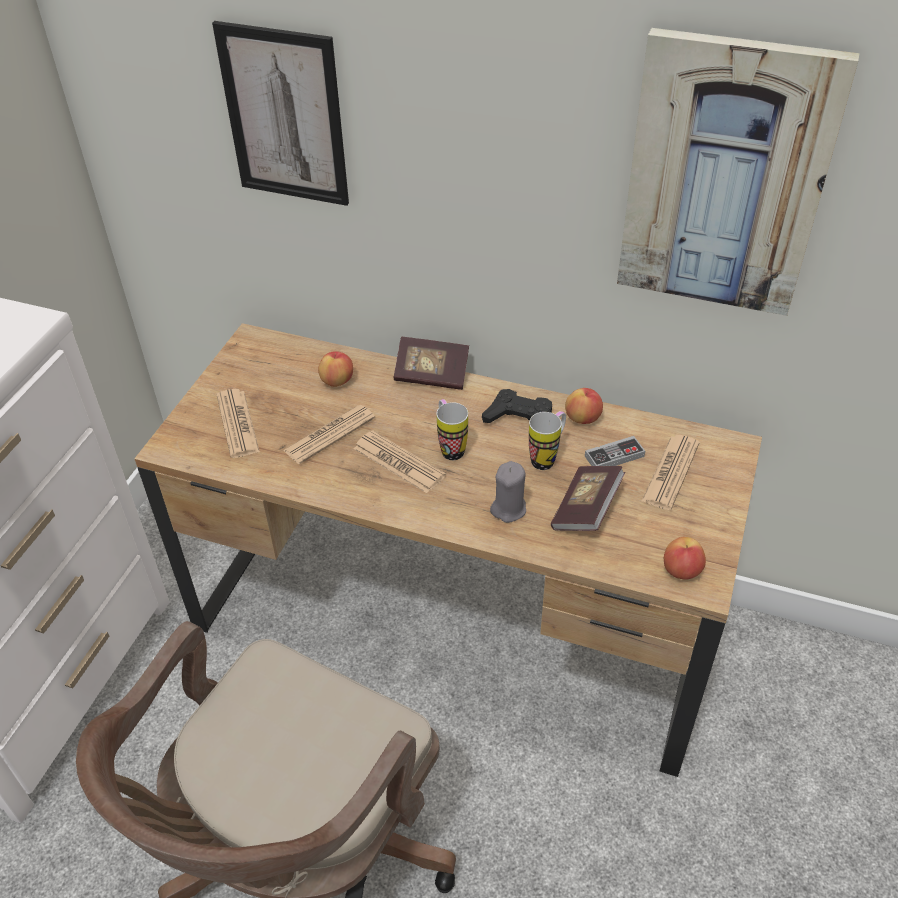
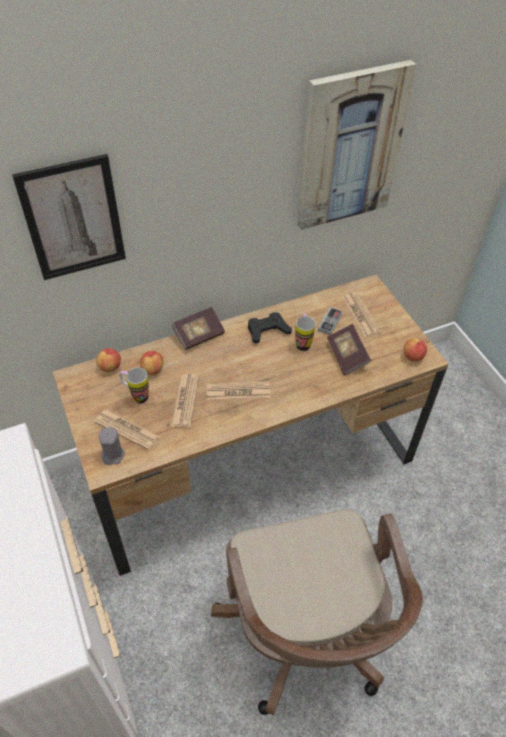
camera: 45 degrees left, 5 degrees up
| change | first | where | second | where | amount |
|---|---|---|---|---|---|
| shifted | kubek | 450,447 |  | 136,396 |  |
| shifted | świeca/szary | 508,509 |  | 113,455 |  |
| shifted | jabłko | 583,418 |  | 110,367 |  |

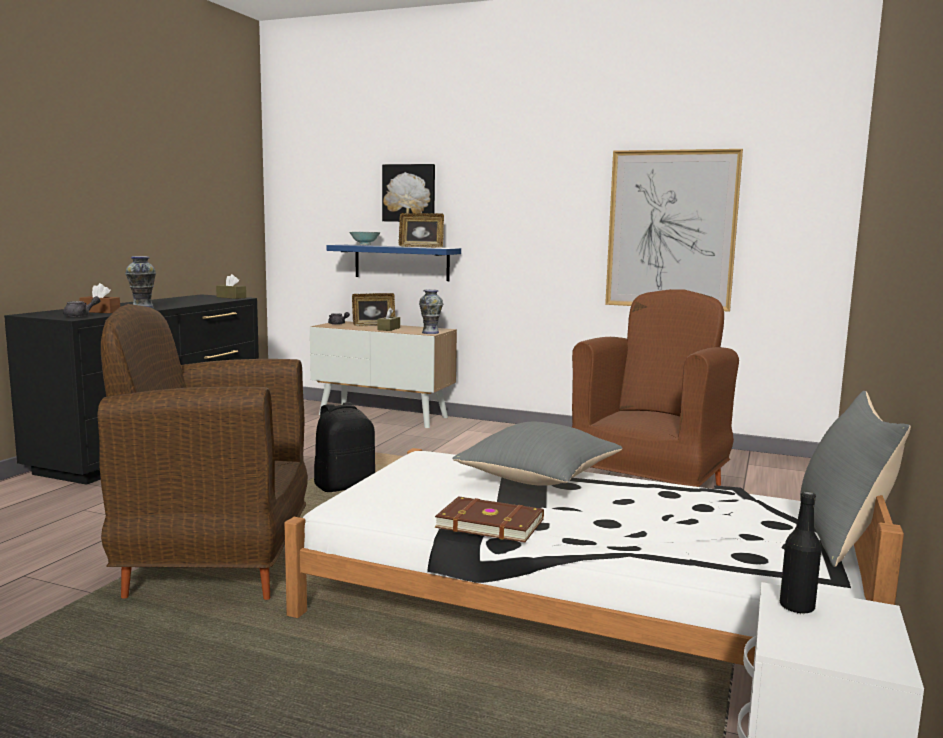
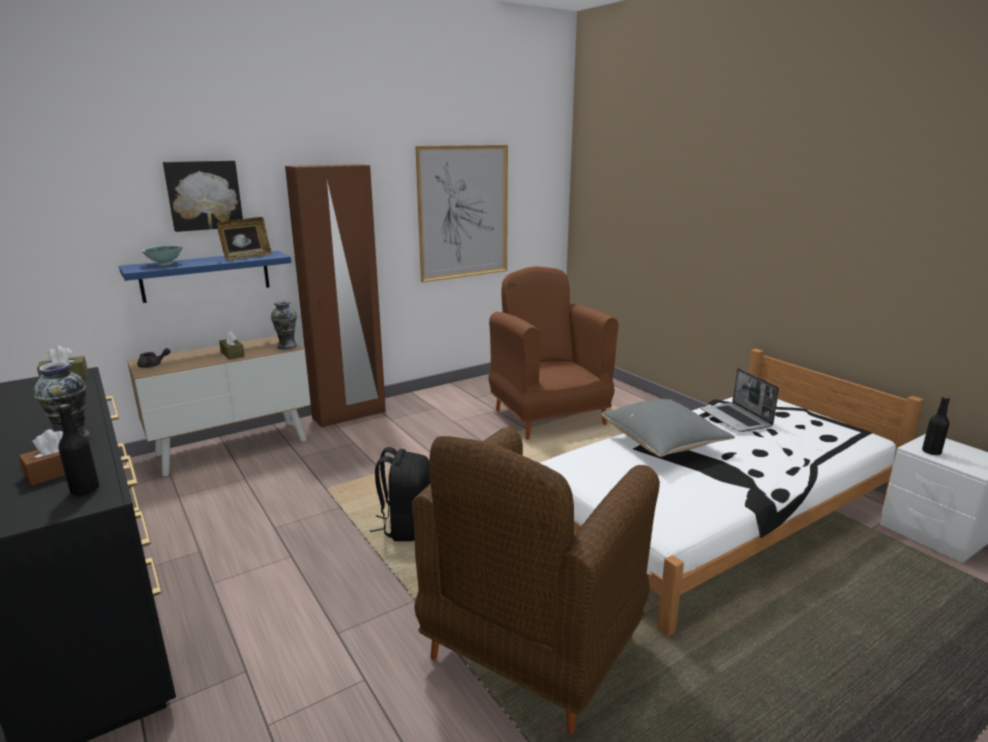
camera: 55 degrees left, 10 degrees up
| change | first | where | second | where | amount |
|---|---|---|---|---|---|
| gone | ramka na zdjęcie | 373,325 |  |  |  |
| gone | książka/brązowy | 490,523 |  |  |  |
| gone | poduszka/szary | 841,537 |  |  |  |
| new |  |  | szafa/brązowy | 349,415 |  |
| new |  |  | laptop | 736,419 |  |
| swapped | imbryk/szary | 81,316 | butelka/czarny | 85,490 |  |

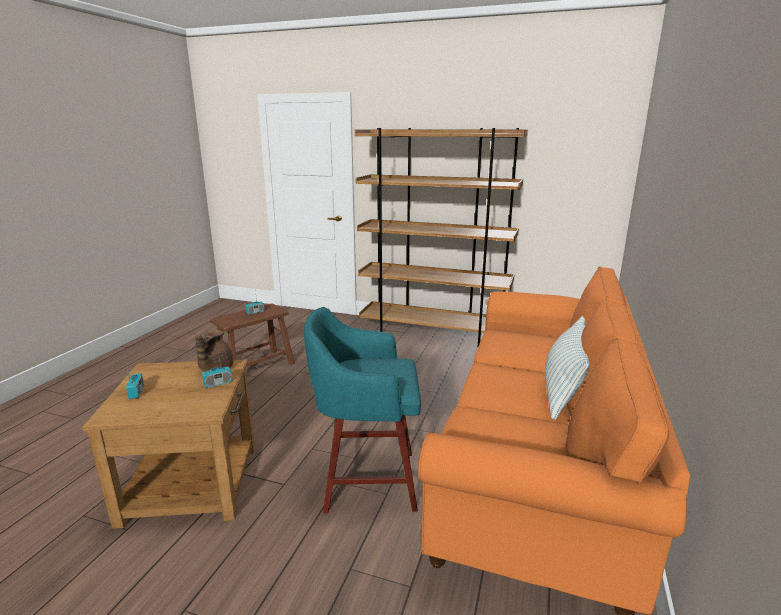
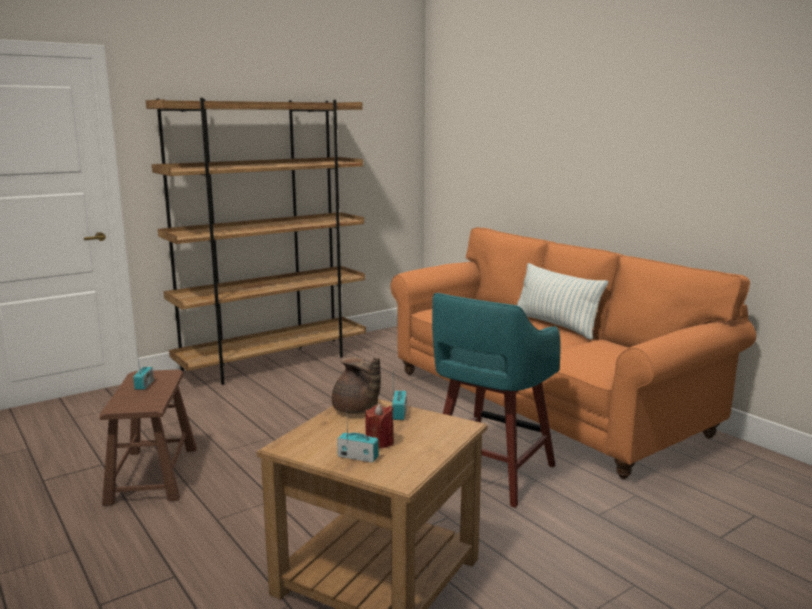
camera: 55 degrees left, 5 degrees down
| change | first | where | second | where | amount |
|---|---|---|---|---|---|
| new |  |  | świeca/czerwony | 379,442 |  |

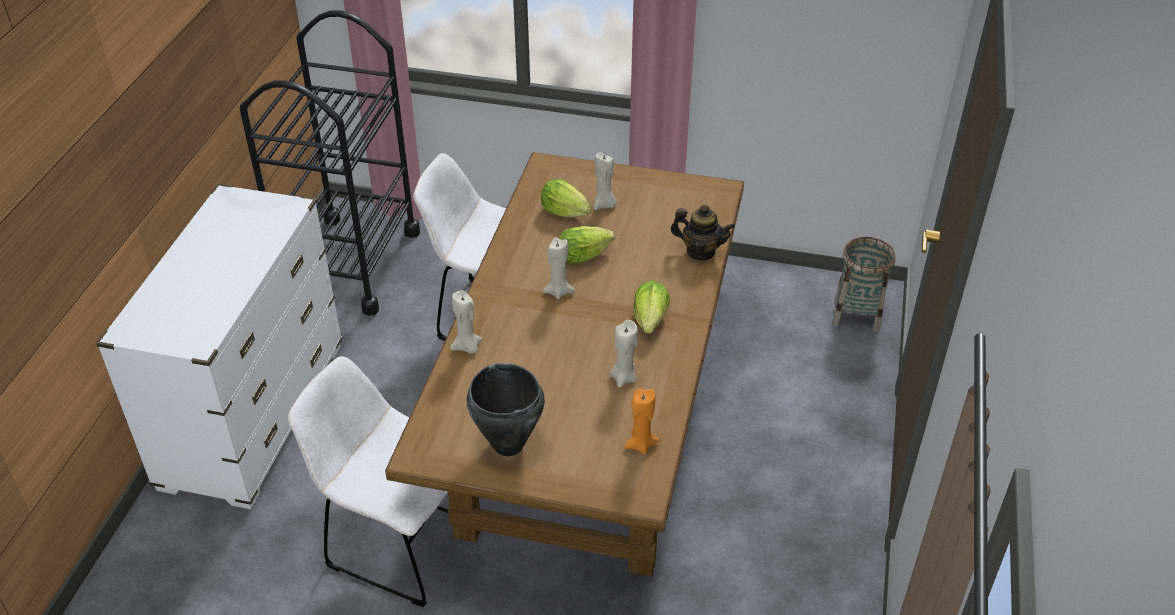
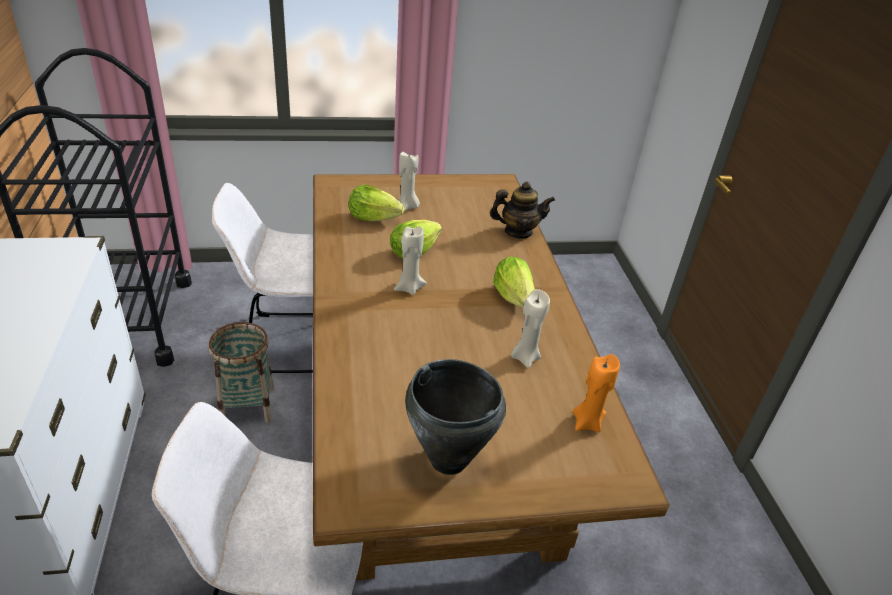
camera: 25 degrees left, 5 degrees down
| change | first | where | second | where | amount |
|---|---|---|---|---|---|
| gone | świeca/beżowy | 467,347 |  |  |  |
| shifted | koszyk | 857,314 |  | 247,405 |  |

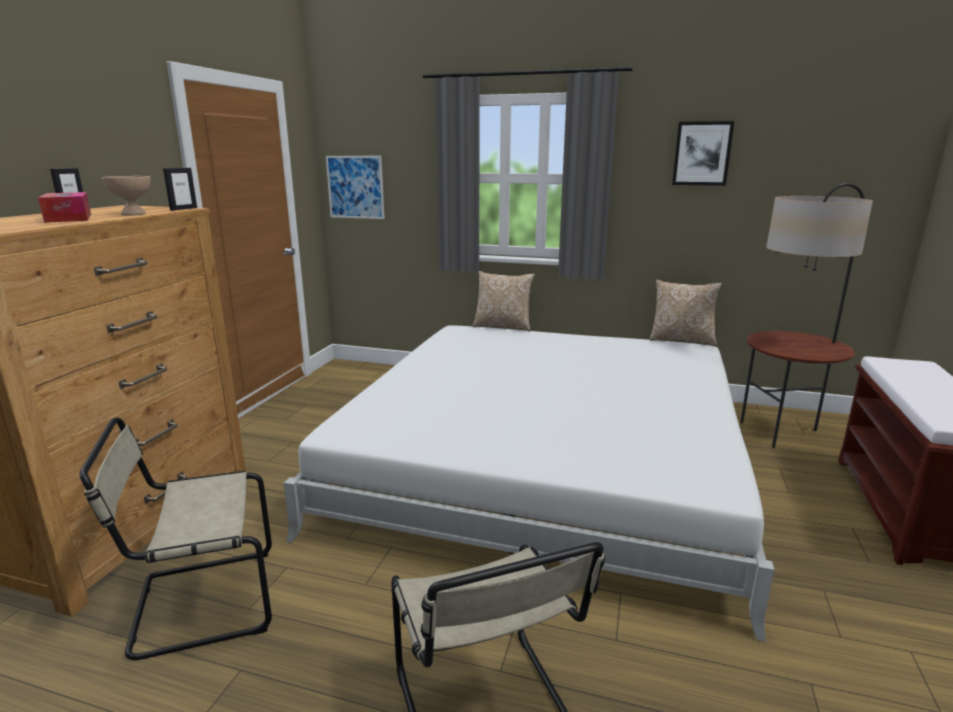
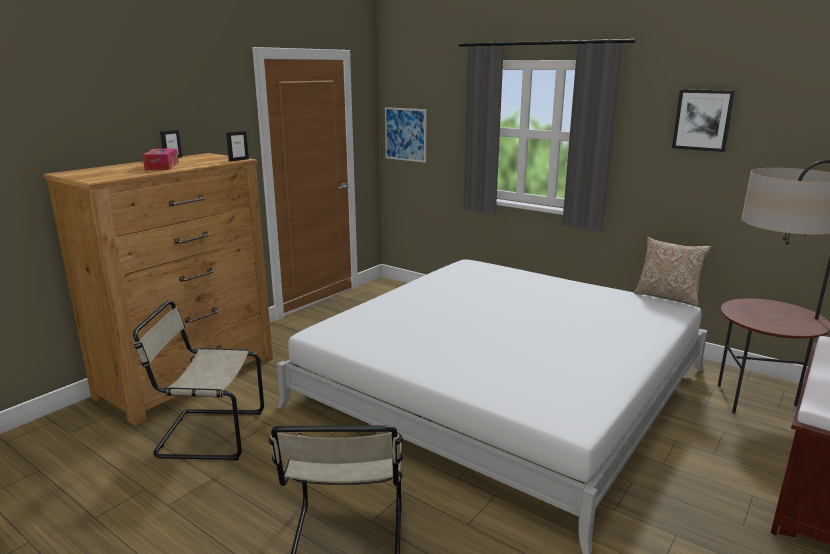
camera: 20 degrees right, 0 degrees up
| change | first | where | second | where | amount |
|---|---|---|---|---|---|
| gone | miska/beżowy | 133,214 |  |  |  |
| gone | poduszka | 503,326 |  |  |  |

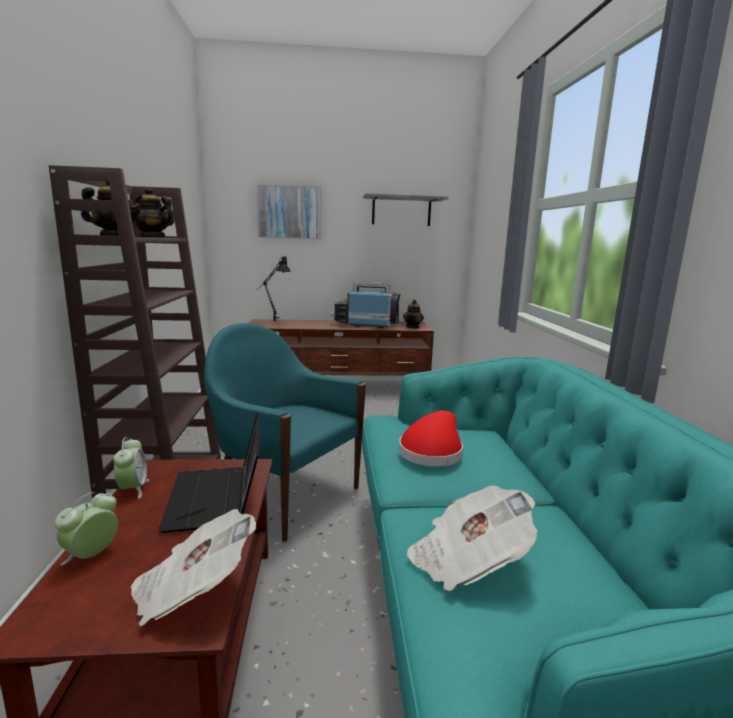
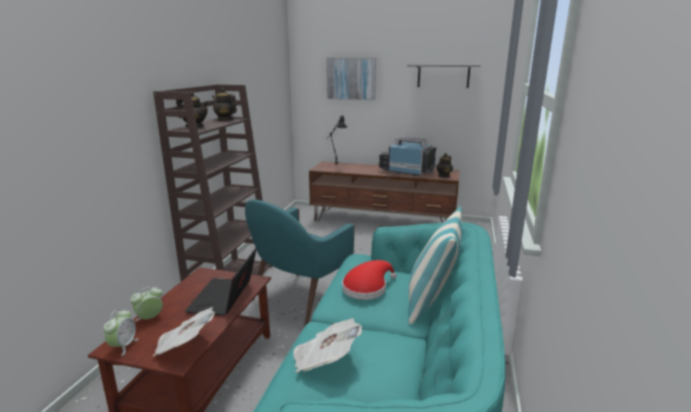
camera: 20 degrees right, 5 degrees up
| change | first | where | second | where | amount |
|---|---|---|---|---|---|
| new |  |  | poduszka | 431,300 |  |
| shifted | budzik | 133,489 |  | 123,346 |  |
| rotated | fotel/turkusowy | 284,495 |  | 299,299 | 105 degrees counterclockwise |

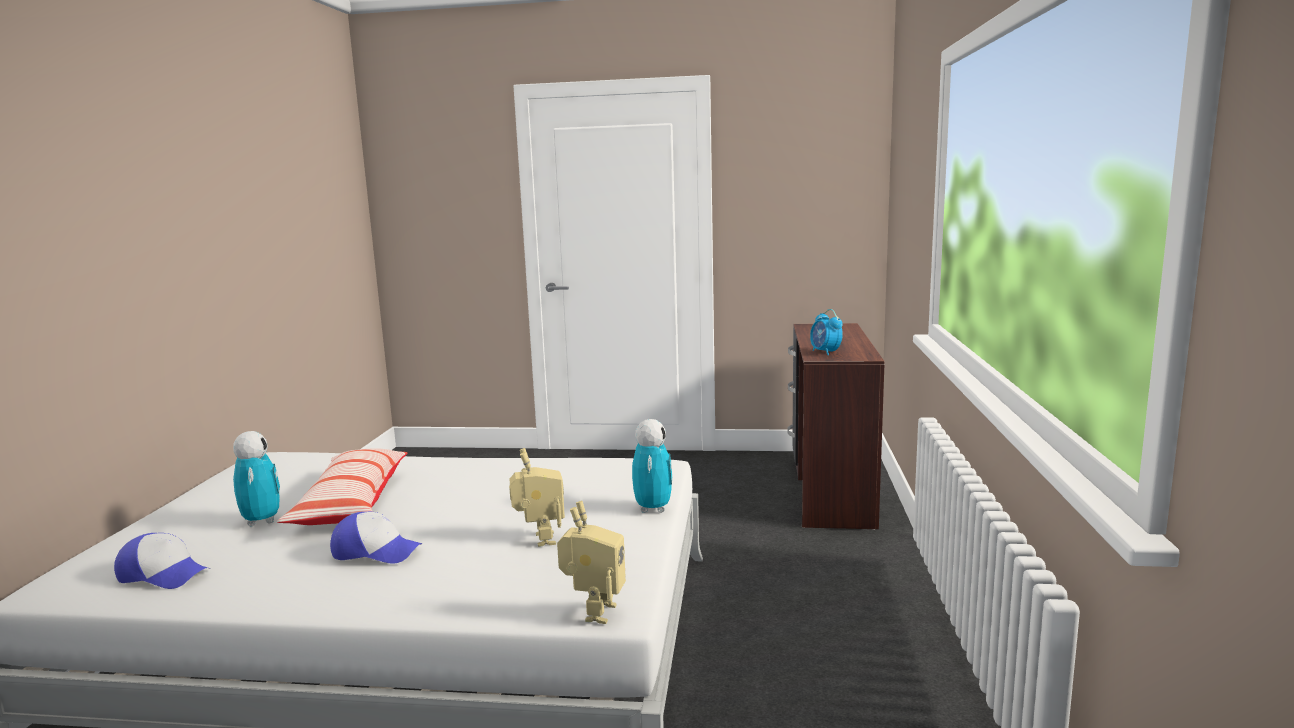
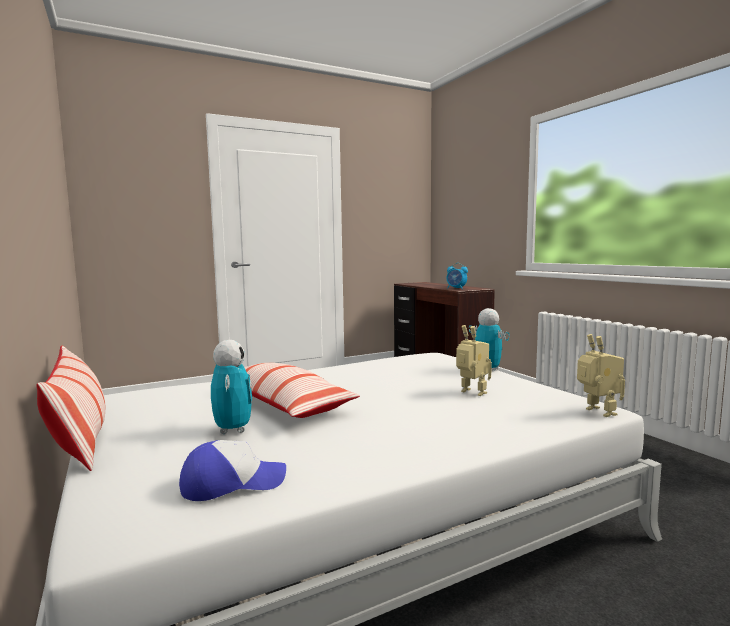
camera: 35 degrees left, 5 degrees down
| change | first | where | second | where | amount |
|---|---|---|---|---|---|
| gone | czapka z daszkiem | 376,551 |  |  |  |
| new |  |  | poduszka | 79,437 |  |
| rotated | robot zabawkowy | 261,521 |  | 233,429 | 45 degrees clockwise |

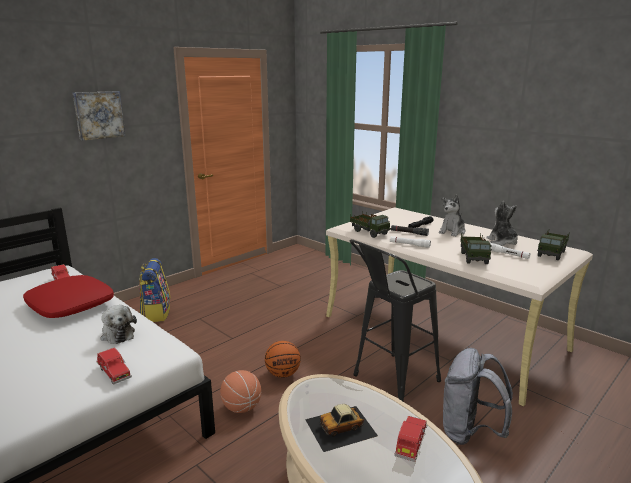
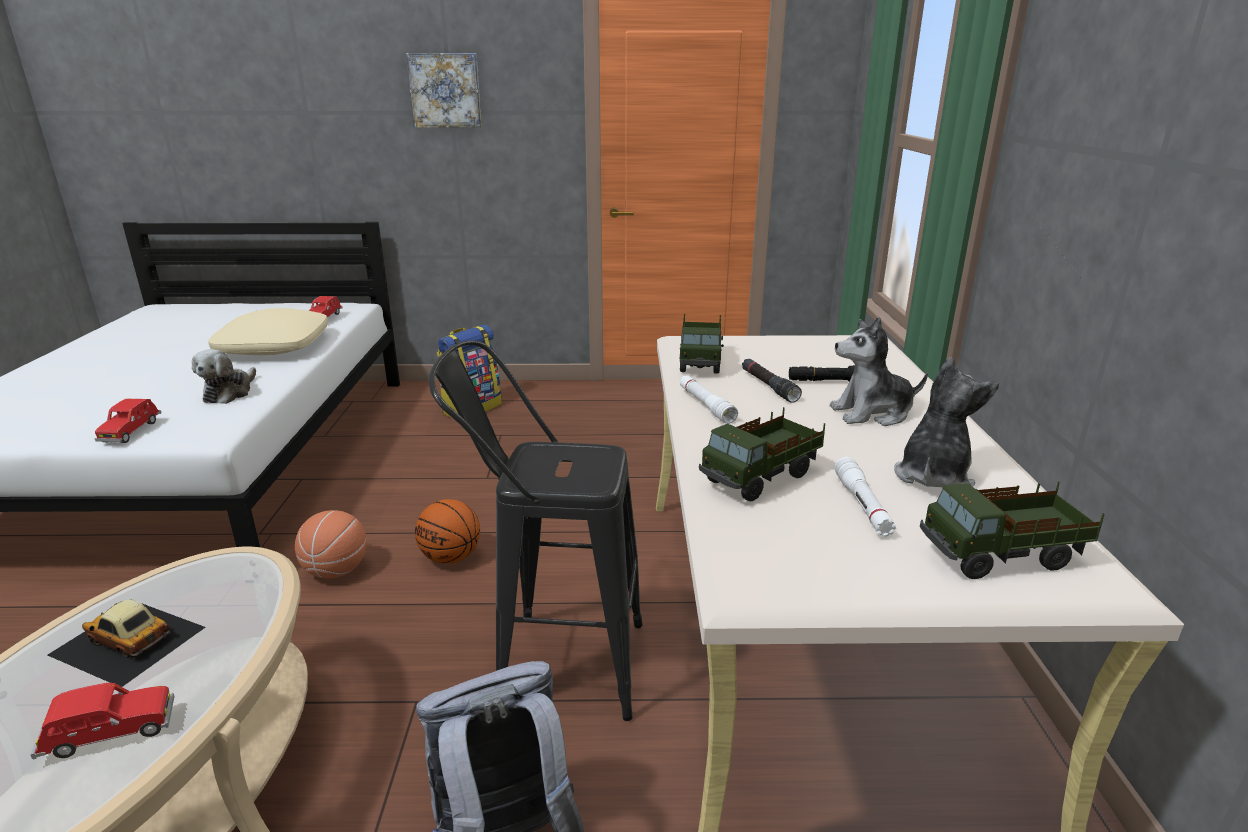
camera: 45 degrees right, 5 degrees up
| change | first | where | second | where | amount |
|---|---|---|---|---|---|
| repainted | poduszka/czerwony | 70,305 | poduszka/beżowy | 273,346 |  |

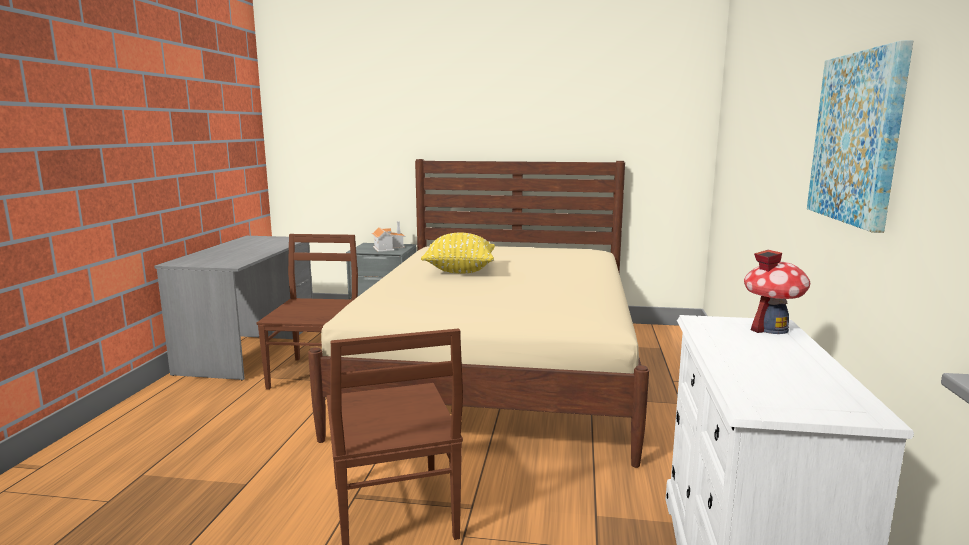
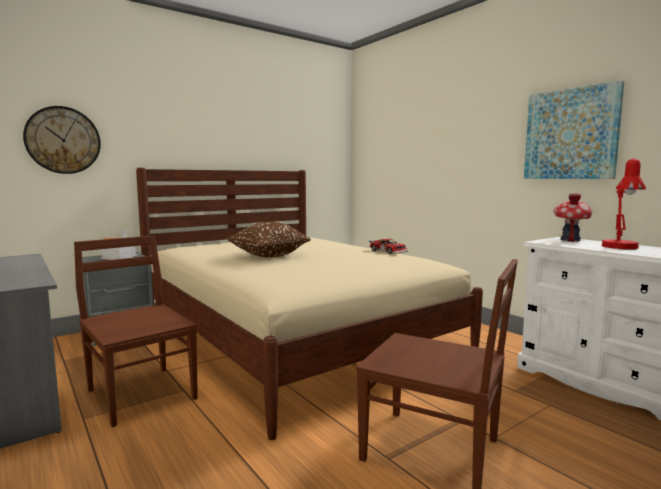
camera: 45 degrees left, 5 degrees down
| change | first | where | second | where | amount |
|---|---|---|---|---|---|
| new |  |  | zegar ścienny | 63,140 |  |
| new |  |  | samochodzik | 388,251 |  |
| new |  |  | lampa stołowa/czerwony | 621,247 |  |
| repainted | poduszka/żółty | 460,271 | poduszka/brązowy | 268,256 |  |

